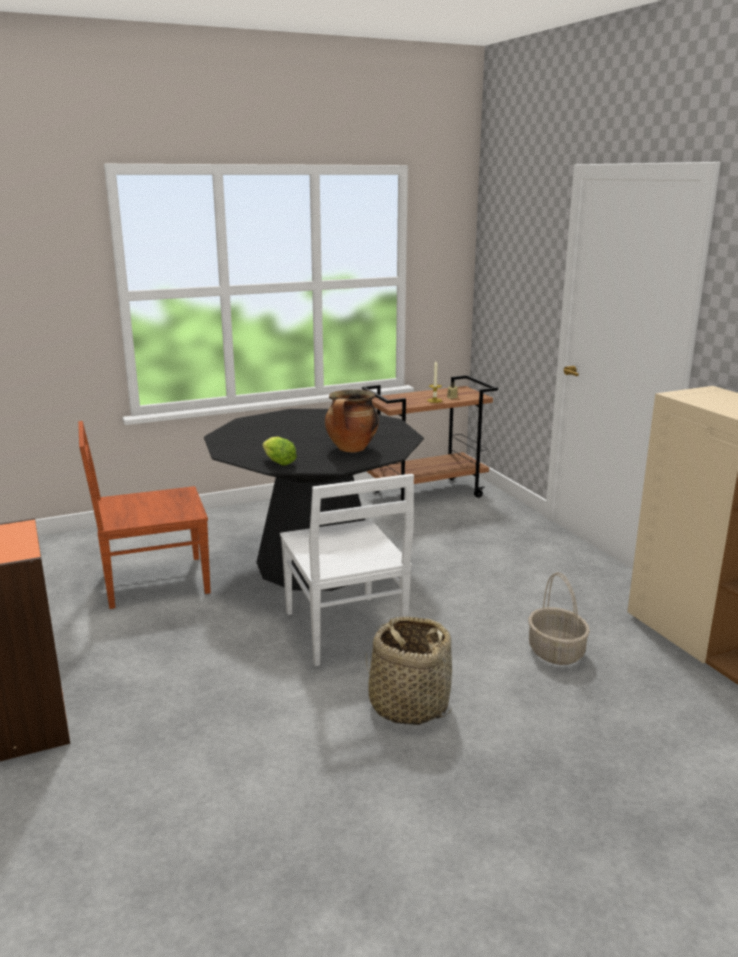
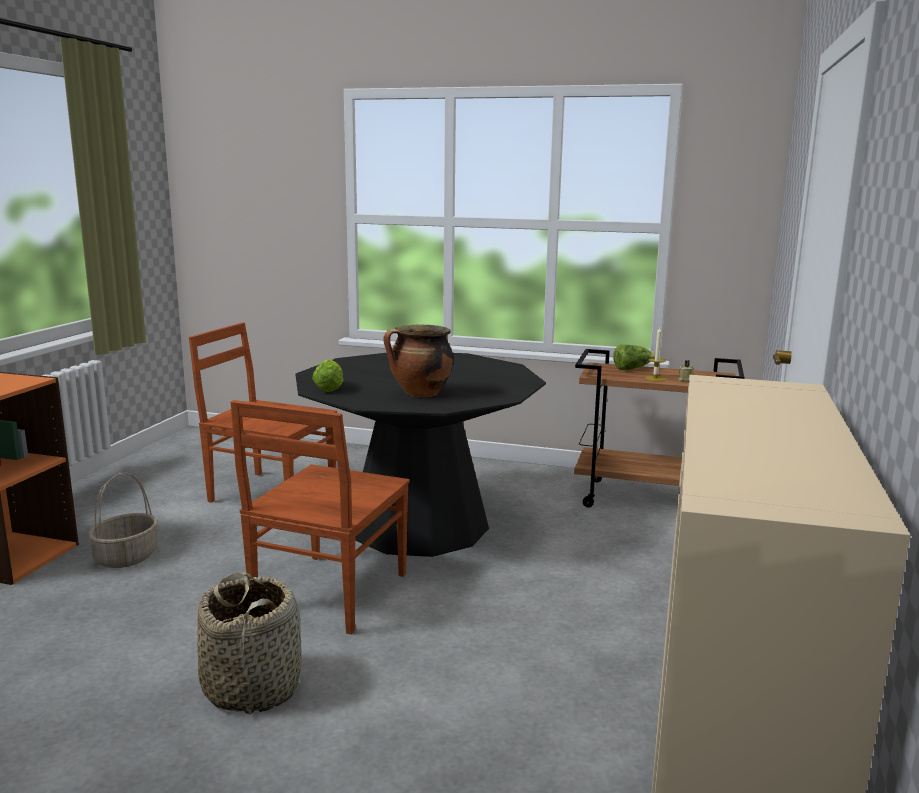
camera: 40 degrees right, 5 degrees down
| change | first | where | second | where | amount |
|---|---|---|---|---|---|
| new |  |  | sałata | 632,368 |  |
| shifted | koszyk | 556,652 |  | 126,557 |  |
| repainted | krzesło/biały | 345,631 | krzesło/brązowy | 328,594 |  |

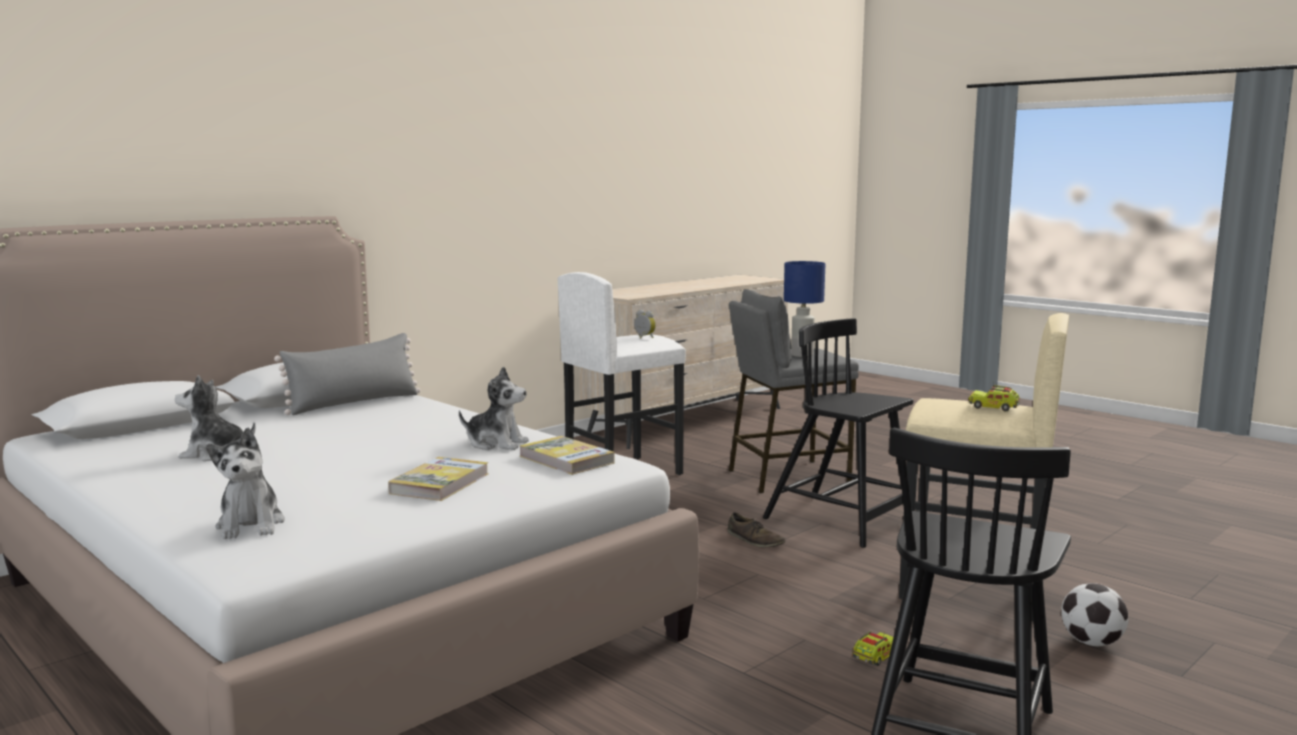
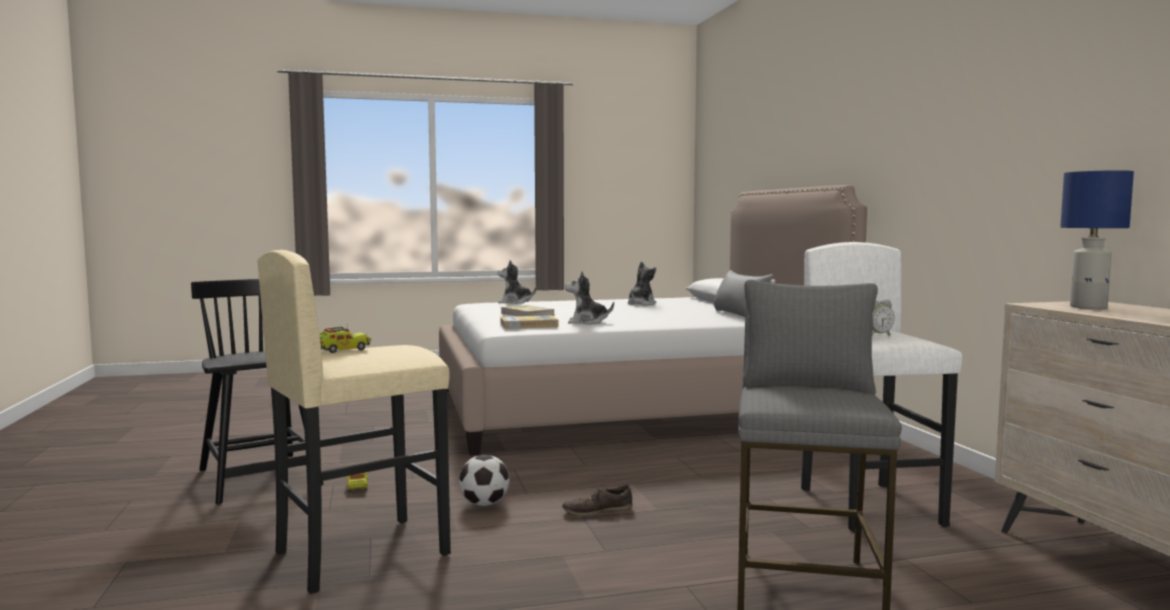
camera: 120 degrees right, 5 degrees down
| change | first | where | second | where | amount |
|---|---|---|---|---|---|
| gone | krzesło/czarny | 839,521 |  |  |  |
| shifted | lampa stołowa/niebieski | 801,355 |  | 1089,307 |  |
| shifted | piłka futbolowa | 1091,643 |  | 484,504 |  |
| rotated | pluszak | 496,444 |  | 587,322 | 45 degrees clockwise |

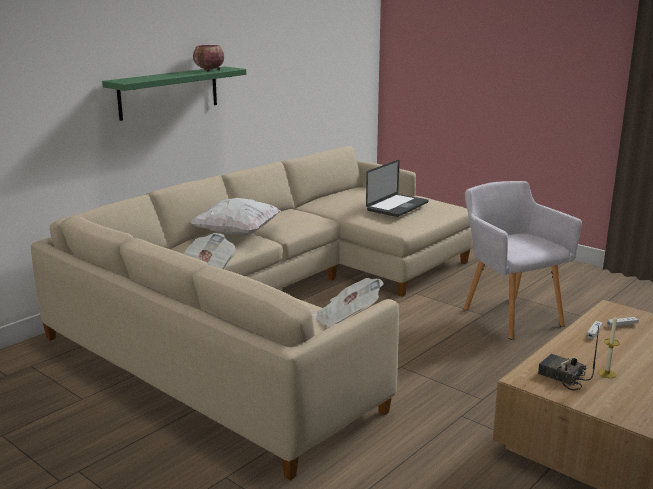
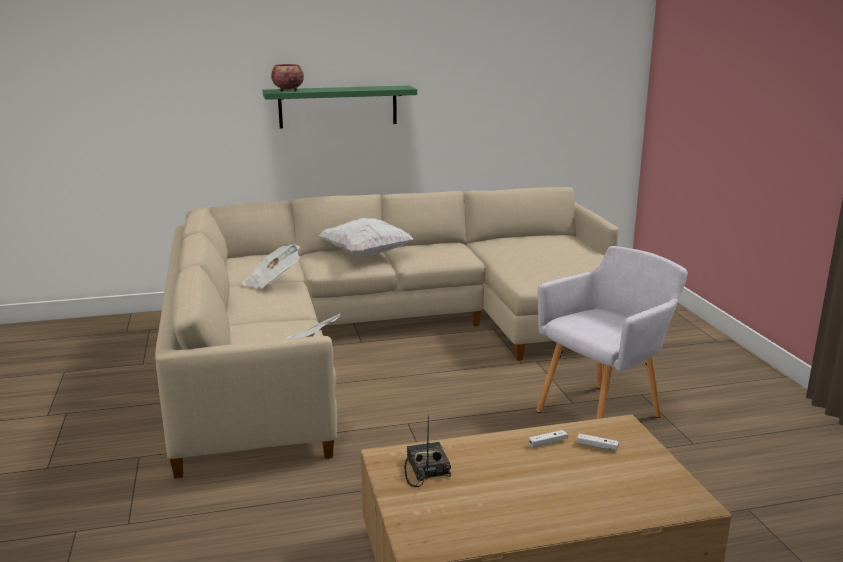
camera: 35 degrees right, 0 degrees up
| change | first | where | second | where | amount |
|---|---|---|---|---|---|
| gone | laptop | 397,206 |  |  |  |
| gone | świeca | 607,373 |  |  |  |
| shifted | miska | 209,70 |  | 287,90 |  |
| rotated | fotel/szary | 510,314 |  | 603,412 | 45 degrees clockwise |

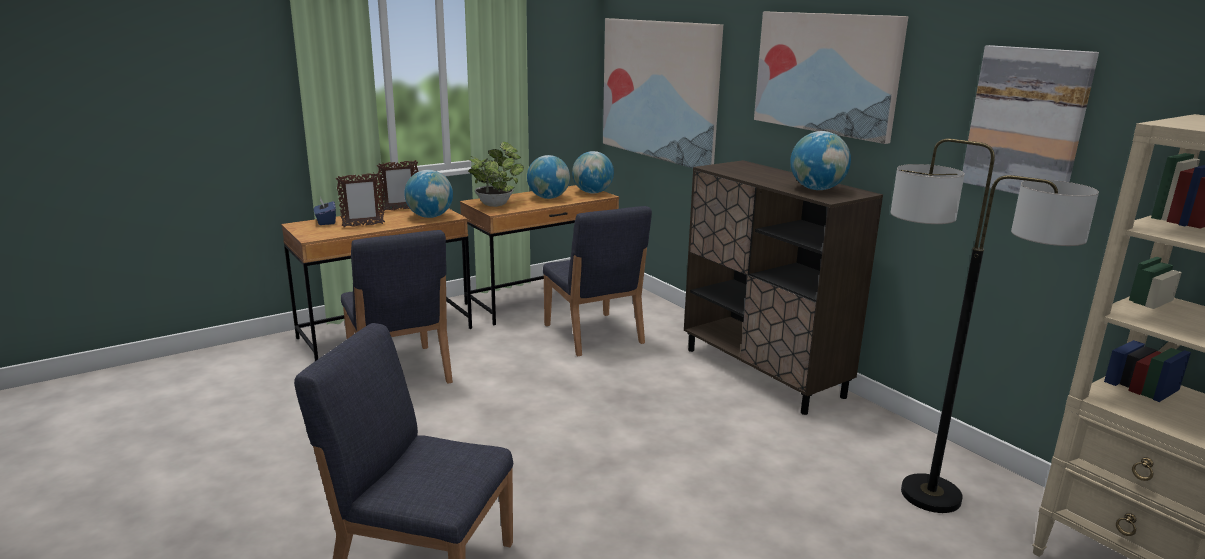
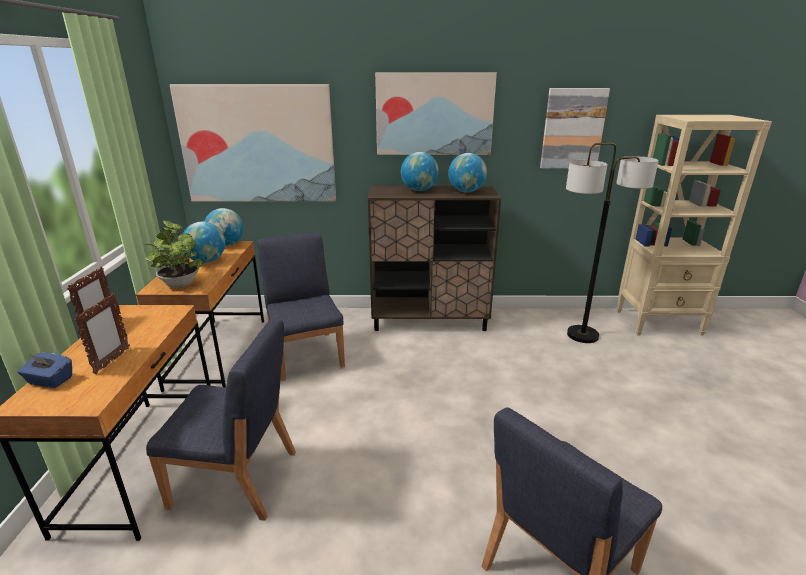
camera: 55 degrees left, 5 degrees up
| change | first | where | second | where | amount |
|---|---|---|---|---|---|
| shifted | globus | 430,217 |  | 419,190 |  |
| rotated | krzesło/niebieski | 593,334 |  | 307,354 | 120 degrees counterclockwise |

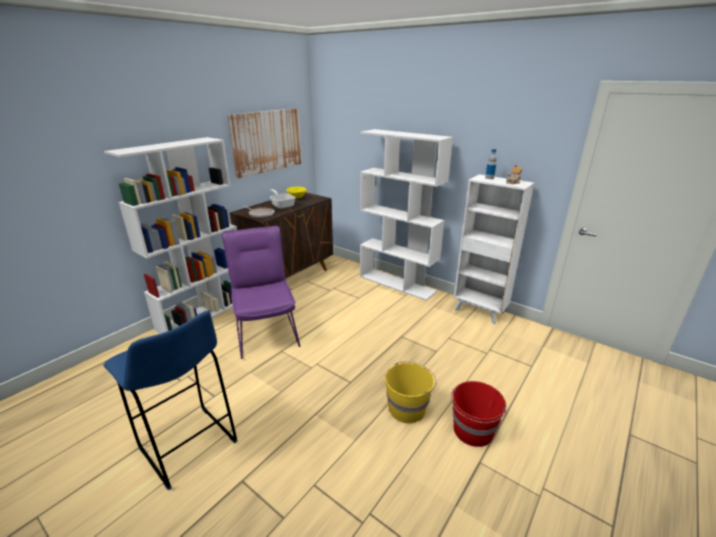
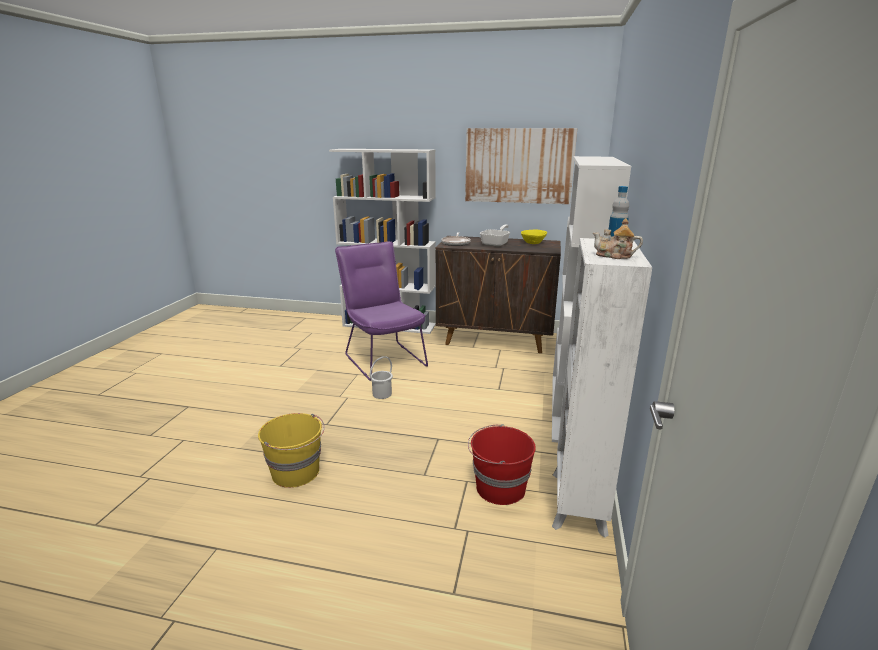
camera: 65 degrees right, 5 degrees down
| change | first | where | second | where | amount |
|---|---|---|---|---|---|
| gone | stołek/niebieski | 189,447 |  |  |  |
| new |  |  | wiadro/biały | 382,394 |  |
| shifted | wiadro/czerwony | 473,431 |  | 499,488 |  |
| rotated | krzesło/fioletowy | 266,332 |  | 383,358 | 75 degrees counterclockwise |

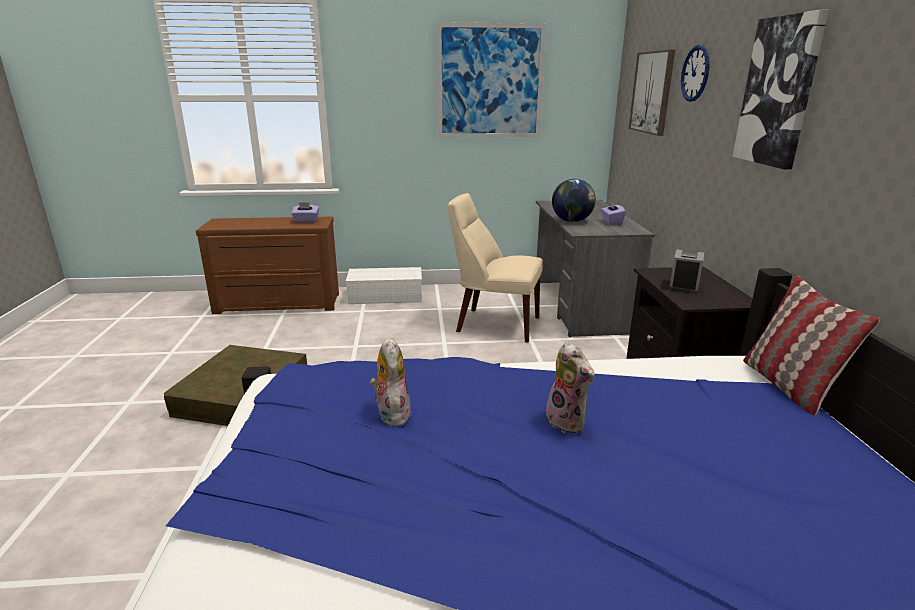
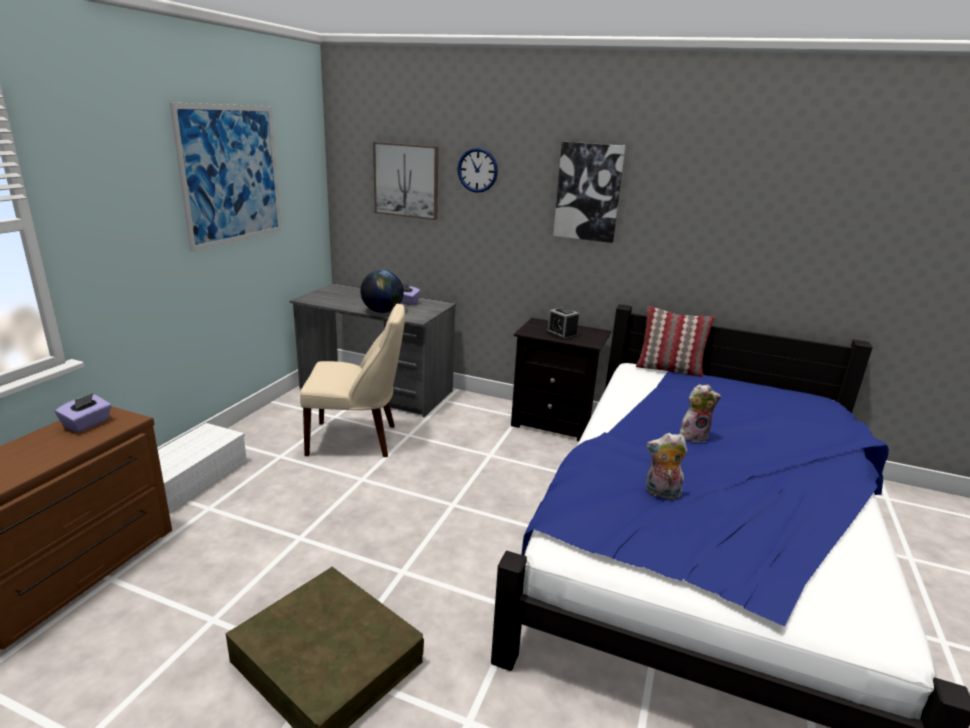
camera: 65 degrees left, 0 degrees up
| change | first | where | second | where | amount |
|---|---|---|---|---|---|
| rotated | krzesło/beżowy | 494,324 |  | 357,440 | 135 degrees counterclockwise |

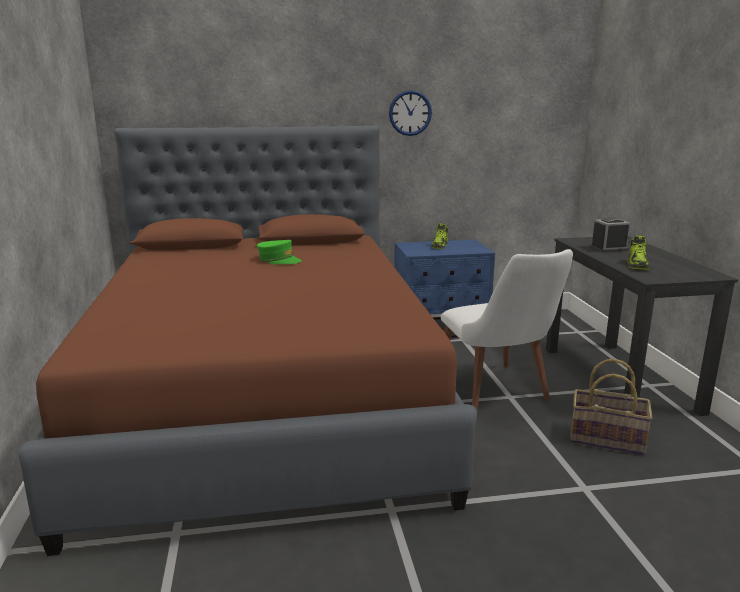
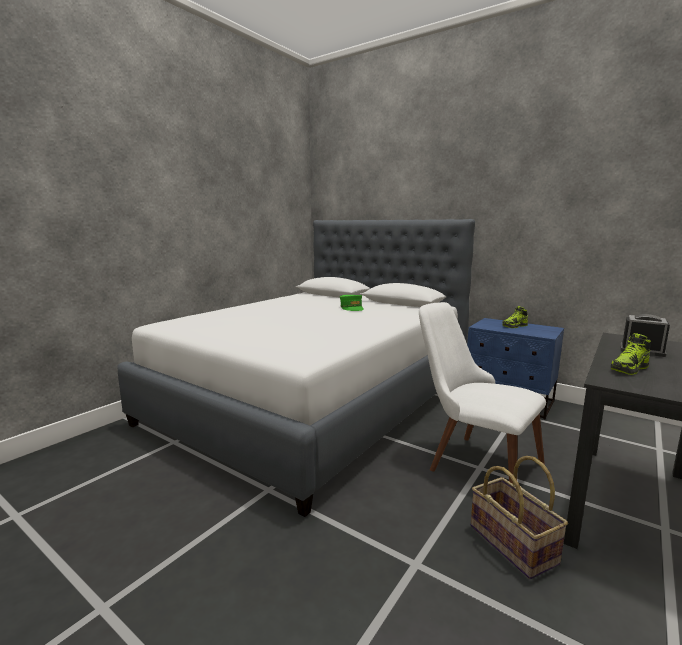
camera: 45 degrees right, 5 degrees down
| change | first | where | second | where | amount |
|---|---|---|---|---|---|
| gone | zegar ścienny | 410,113 |  |  |  |
| repainted | łóżko/brązowy | 265,401 | łóżko/biały | 315,401 |  |
| rotated | krzesło/biały | 498,395 |  | 472,462 | 105 degrees clockwise |

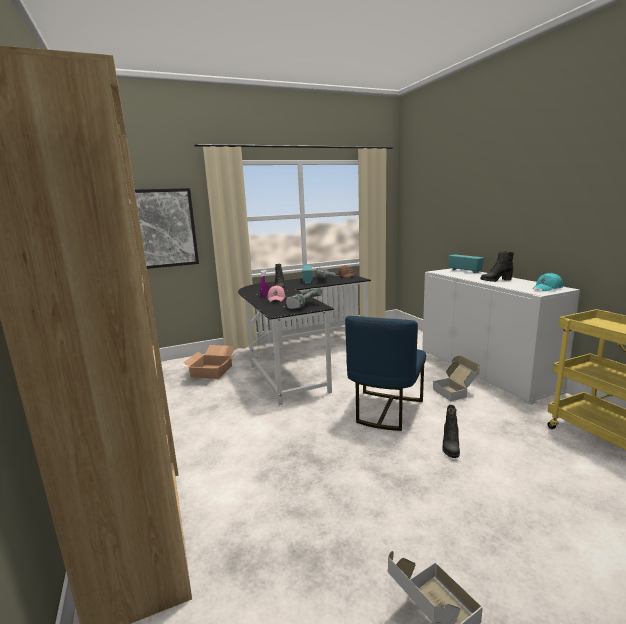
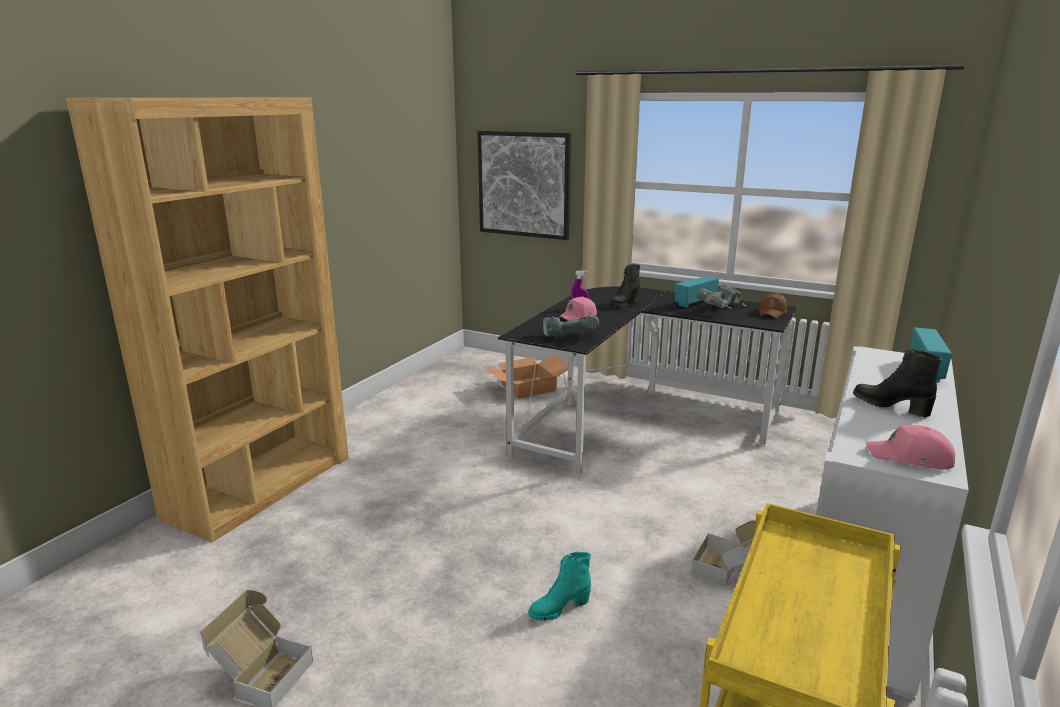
camera: 50 degrees right, 5 degrees up
| change | first | where | second | where | amount |
|---|---|---|---|---|---|
| gone | krzesło/niebieski | 385,410 |  |  |  |
| repainted | but z cholewką/czarny | 450,447 | but z cholewką/turkusowy | 559,608 |  |
| repainted | czapka z daszkiem/turkusowy | 547,288 | czapka z daszkiem/różowy | 910,458 |  |

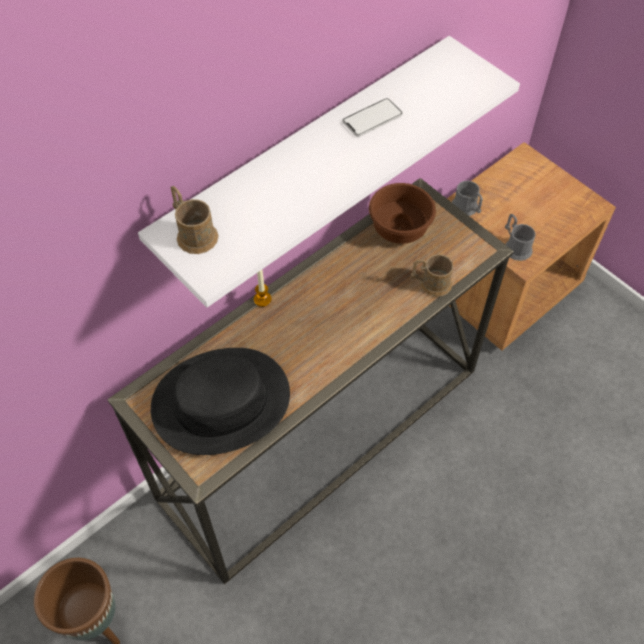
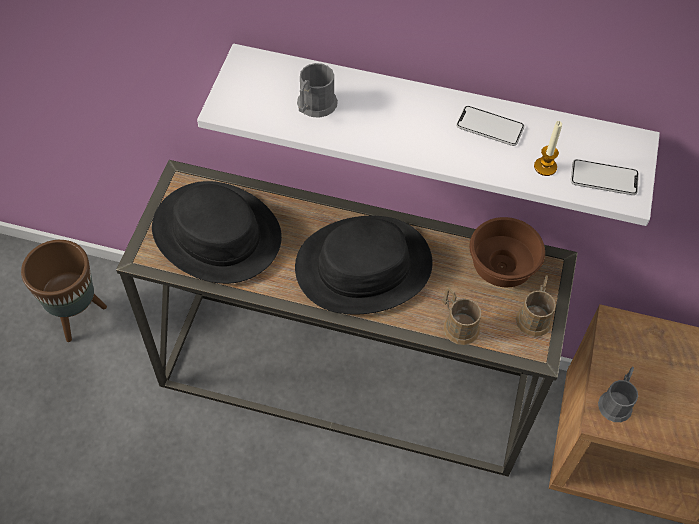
camera: 55 degrees right, 0 degrees up
| change | first | where | second | where | amount |
|---|---|---|---|---|---|
| new |  |  | kapelusz/czarny | 363,266 |  |
| new |  |  | telefon | 604,178 |  |
| shifted | kubek/brązowy | 193,233 |  | 534,315 |  |
| shifted | świeca | 262,299 |  | 545,167 |  |
| shifted | kubek/szary | 467,208 |  | 314,106 |  |

